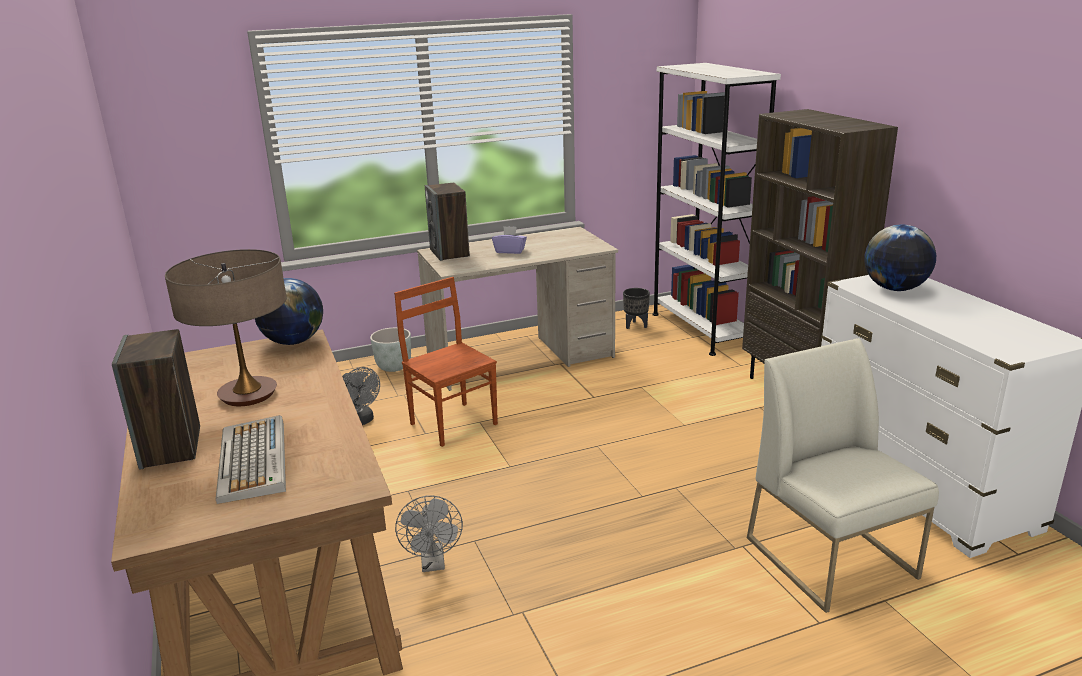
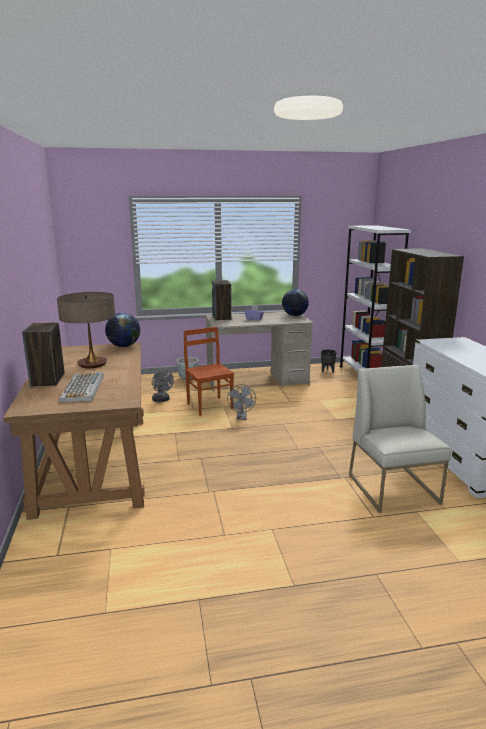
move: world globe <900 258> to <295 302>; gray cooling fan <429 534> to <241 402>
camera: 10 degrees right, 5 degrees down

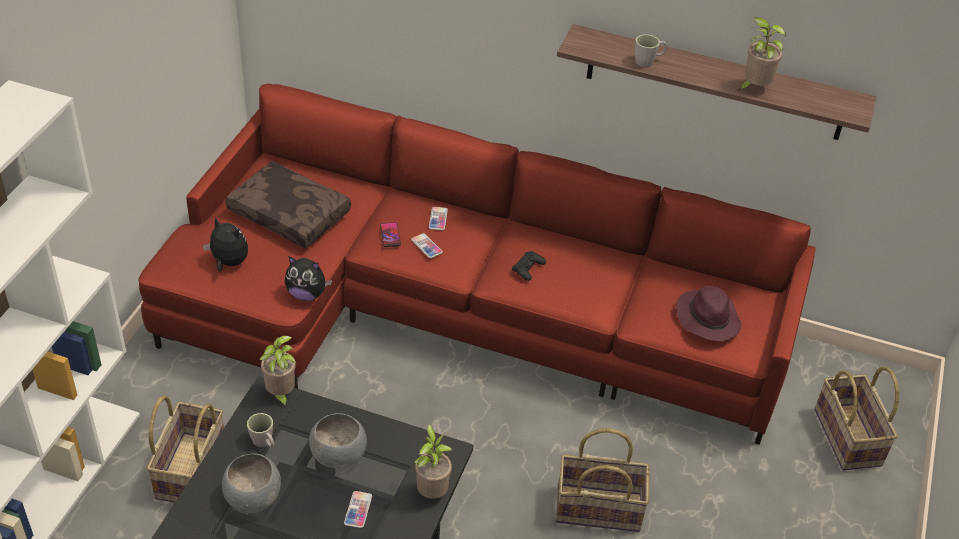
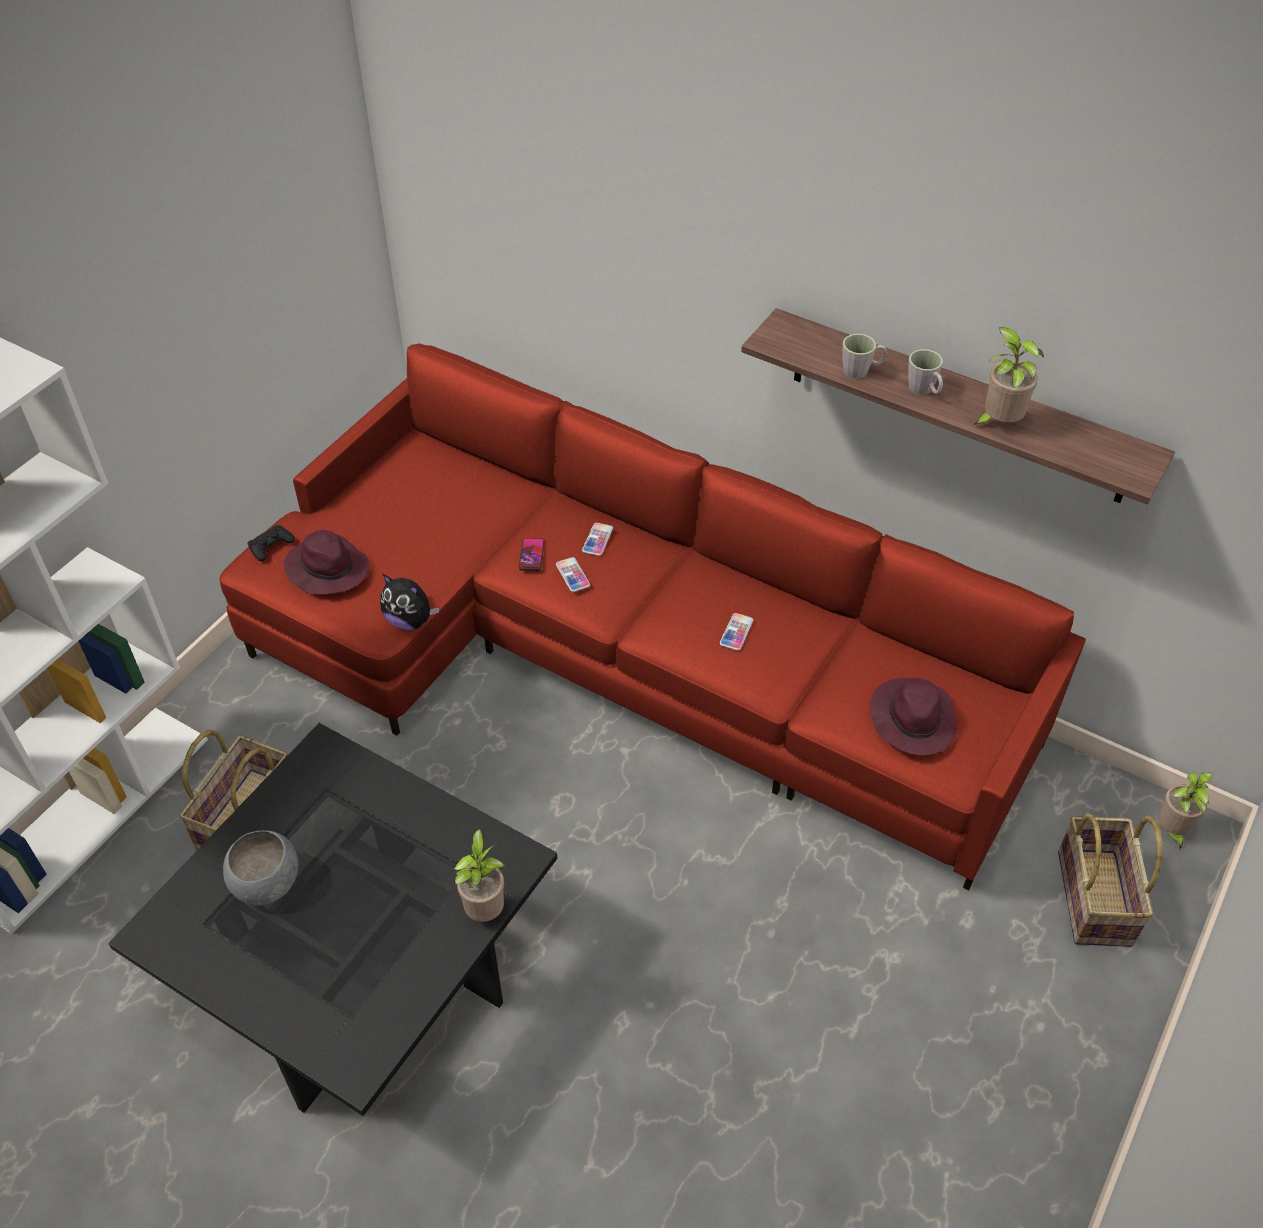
delete: brown-coloured throw pillow <288 204>; gray deep dish <338 440>; household basket <602 480>
move: black joypad <529 266> to <271 543>; plant in a pot <277 372> to <1185 811>; gray mug <260 430> to <925 372>; telephone <358 509> to <736 632>
replace: cuddly toy <225 244> to purple-coloured wearable hat <326 562>
camera: 15 degrees right, 5 degrees up

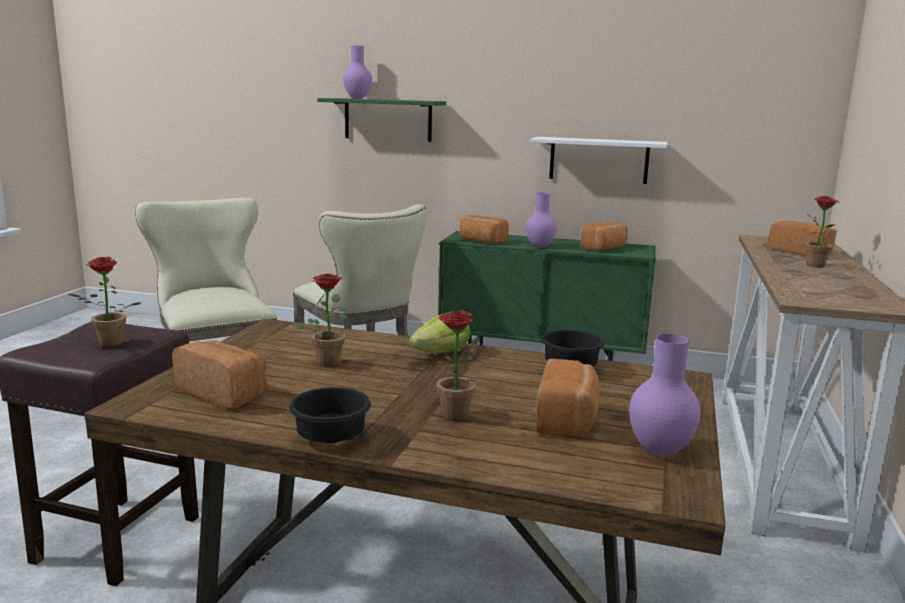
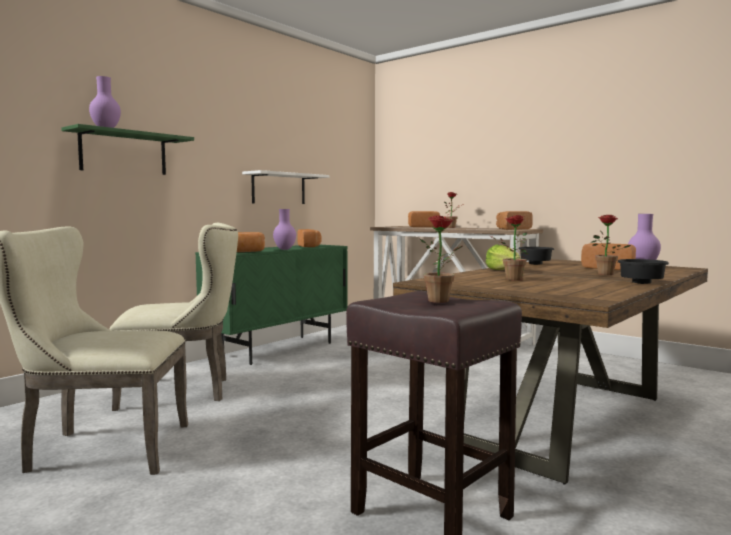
move: baked bread <219 374> to <514 220>
camera: 65 degrees left, 10 degrees down

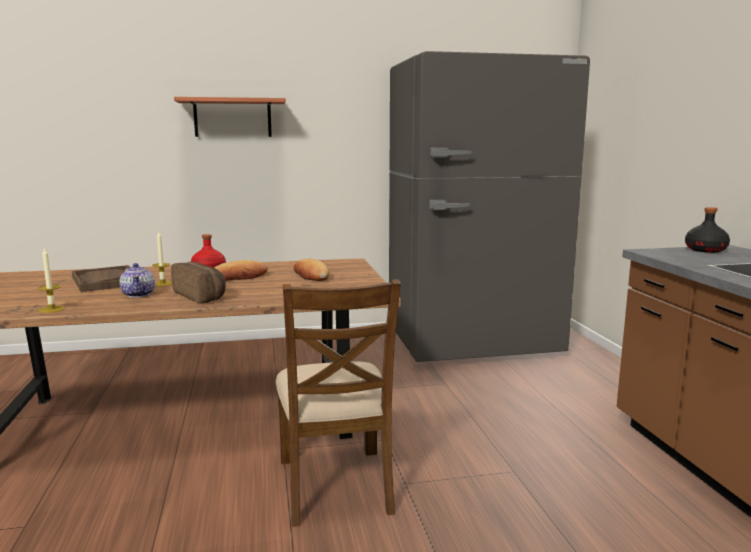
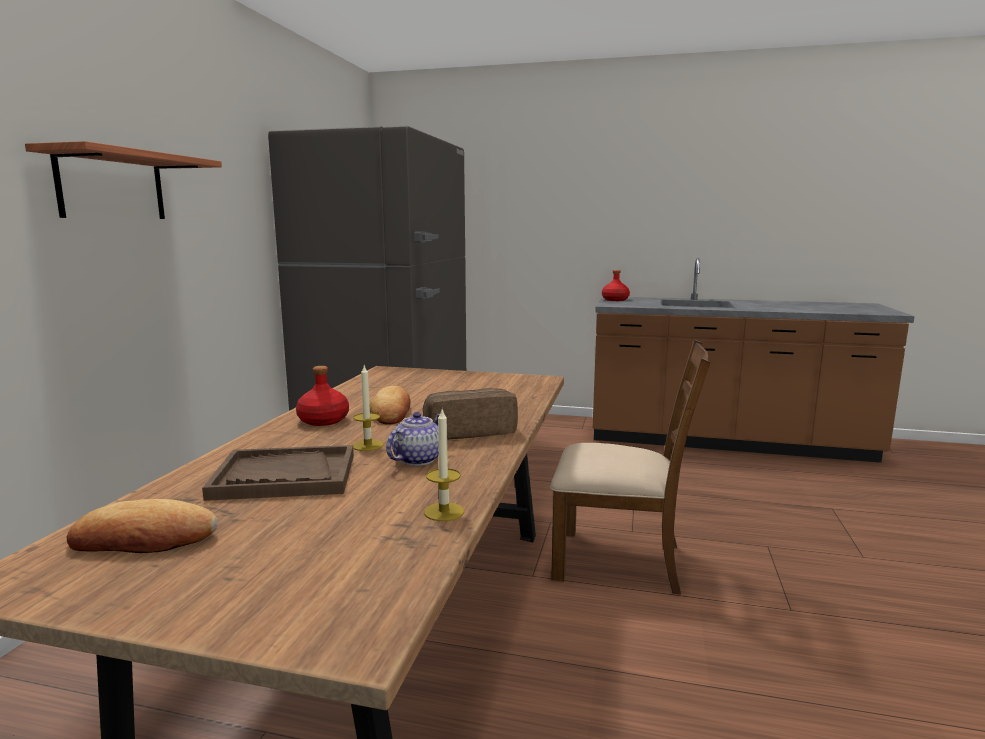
move: baked bread <312 270> to <142 526>
recolor: black beverage bottle <707 230> to reddish beverage bottle <616 285>
rotate: pot for tea <137 280> = <413 439> 60 degrees counterclockwise
camera: 65 degrees left, 0 degrees up

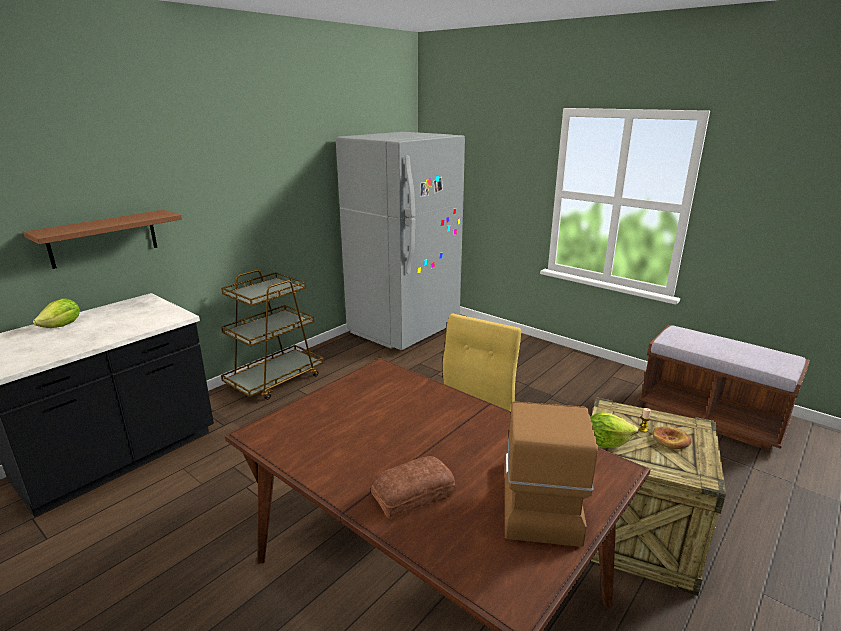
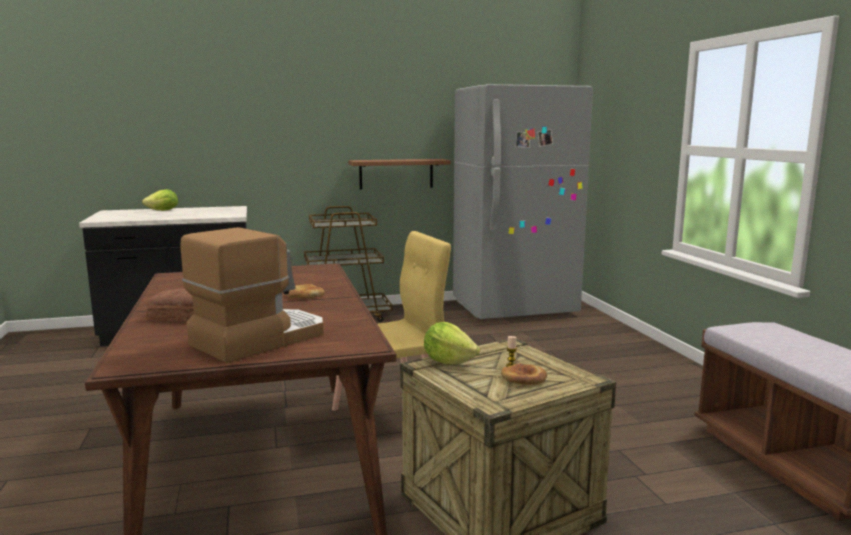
insert: baked bread <305 291>
move: brown-coloured shelf <102 239> to <399 174>
camera: 35 degrees right, 10 degrees down

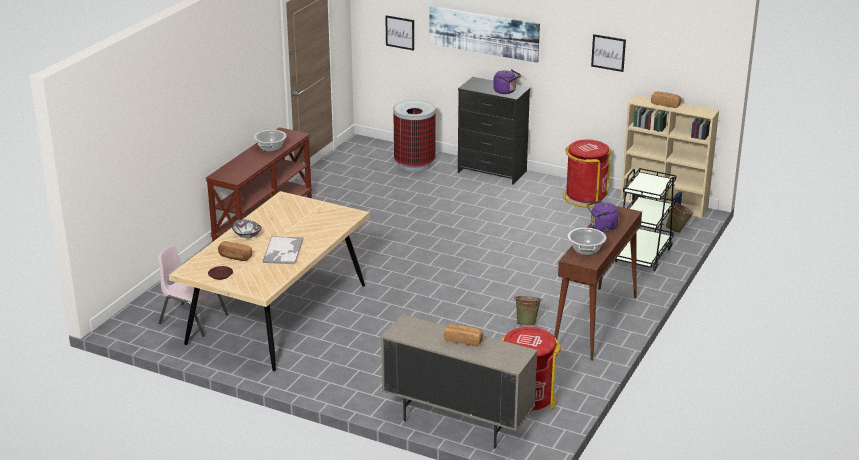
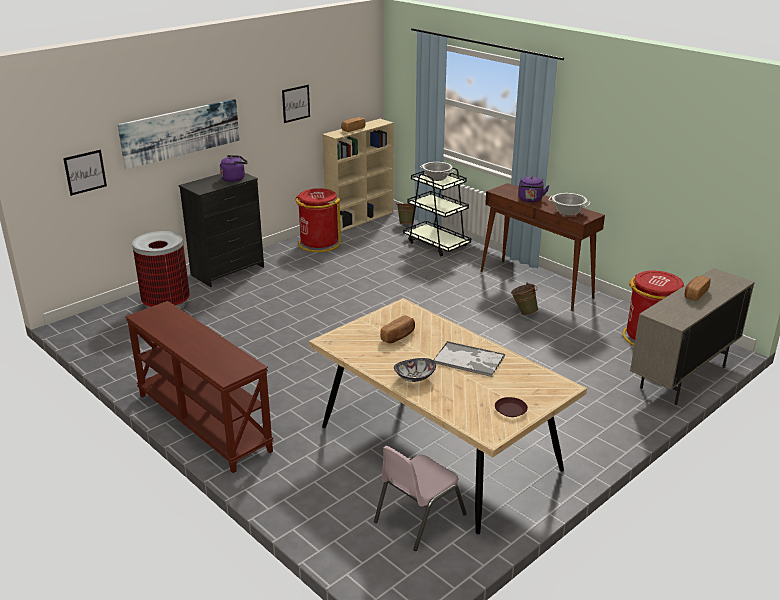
move: cooking pot <270 141> to <437 171>; baked bread <235 251> to <397 329>
camera: 70 degrees left, 0 degrees up

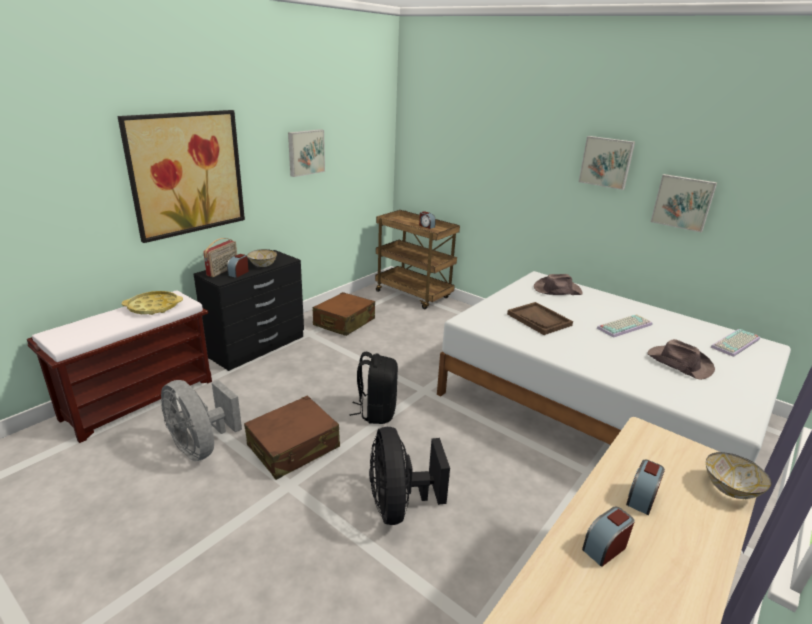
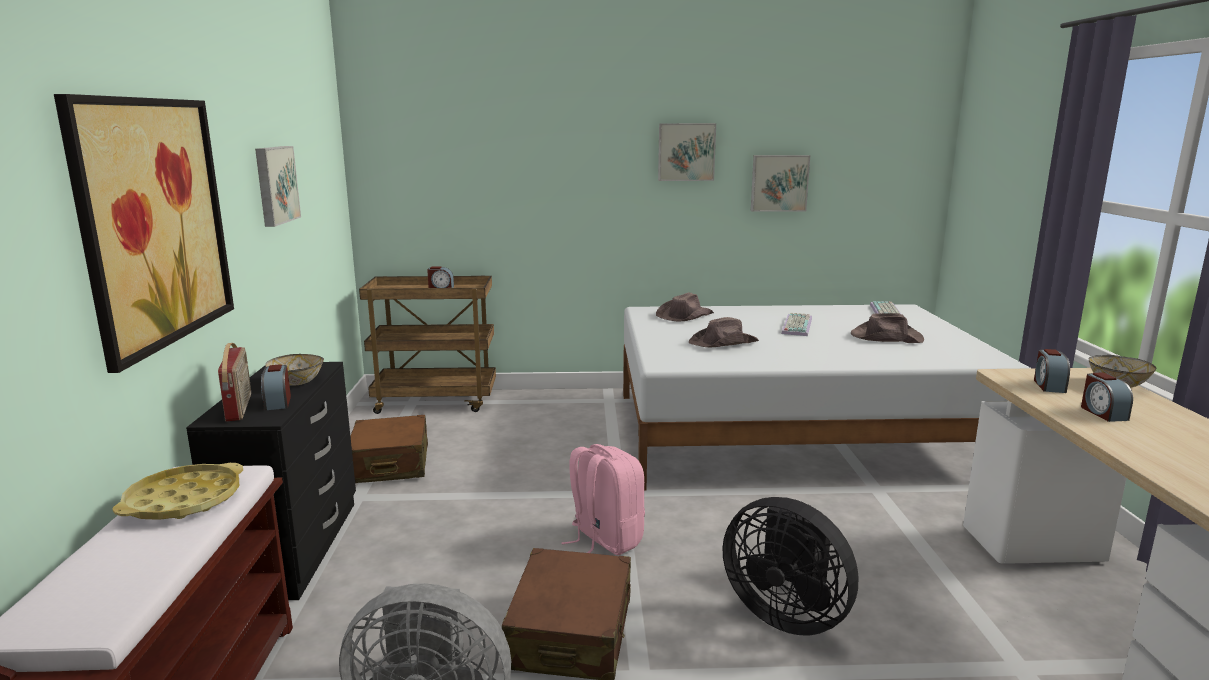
move: table clock <608 537> to <1052 371>
replace: brown-coloured tray <540 318> to brown-coloured wearable hat <724 332>
recolor: black rucksack <373 388> to pink-coloured rucksack <603 499>
camera: 40 degrees left, 10 degrees down

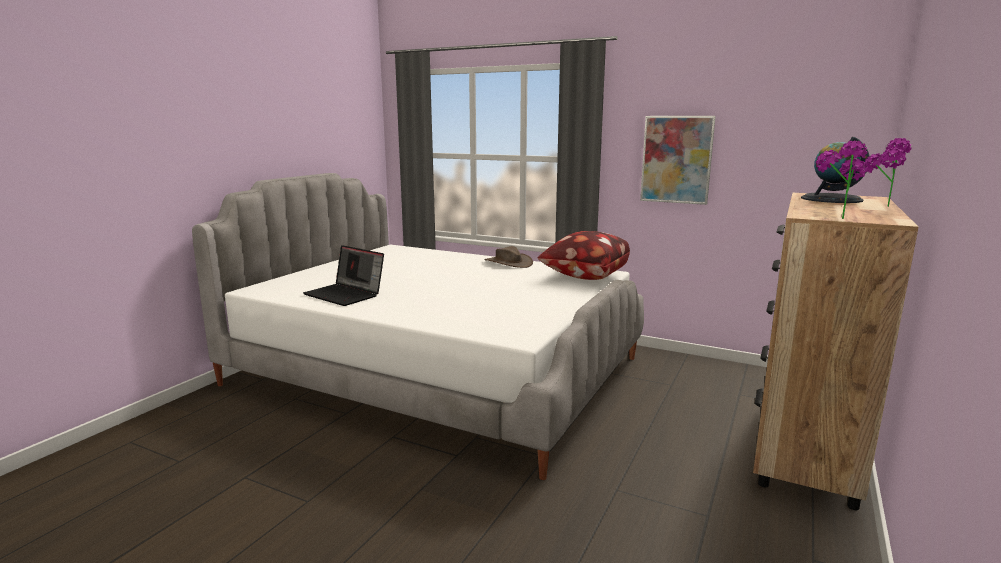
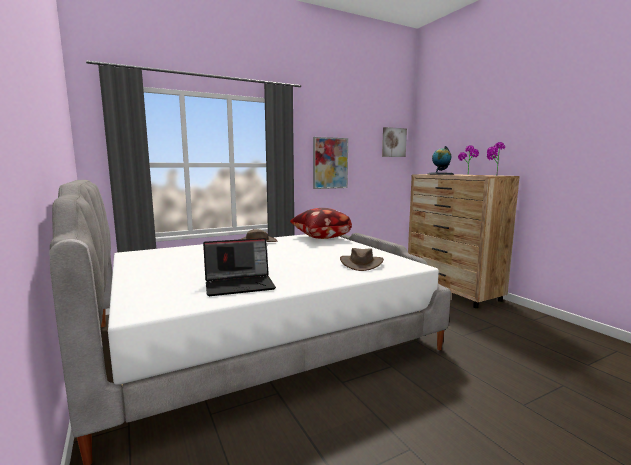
insert: wall art <394 142>; brown-coloured wearable hat <362 259>
camera: 55 degrees left, 5 degrees down

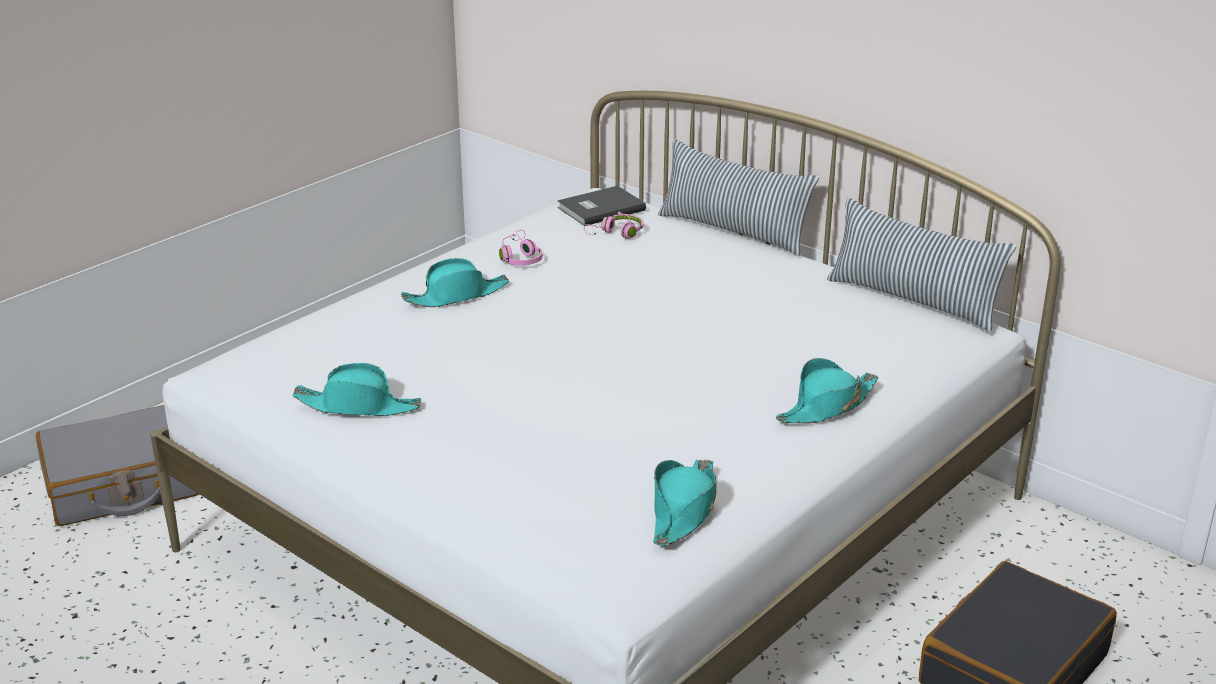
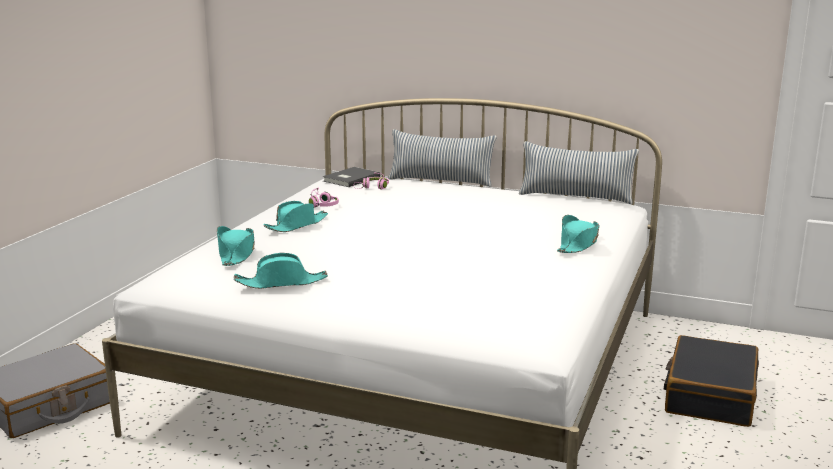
move: turquoise-coloured wearable hat <685 502> to <236 246>
camera: 20 degrees left, 10 degrees down

